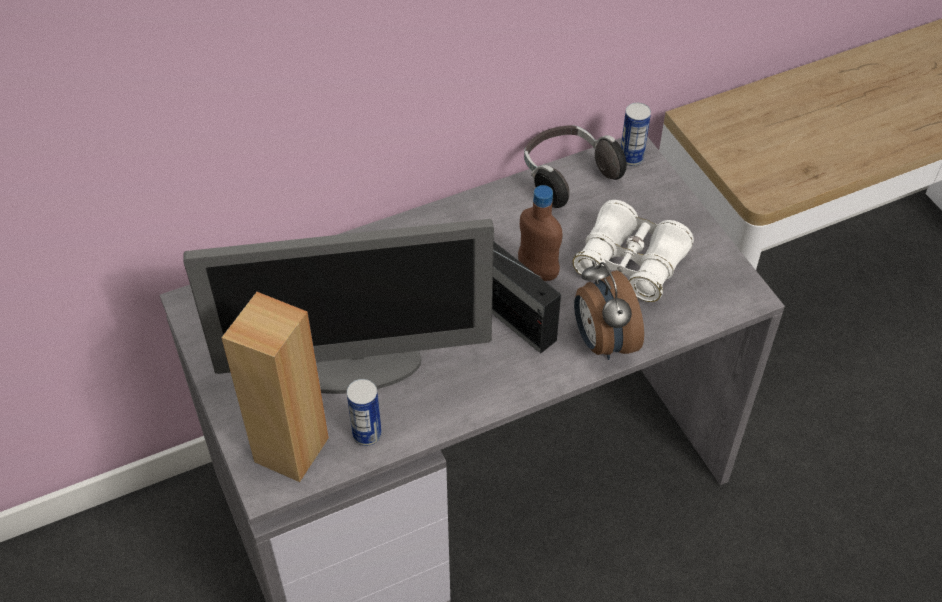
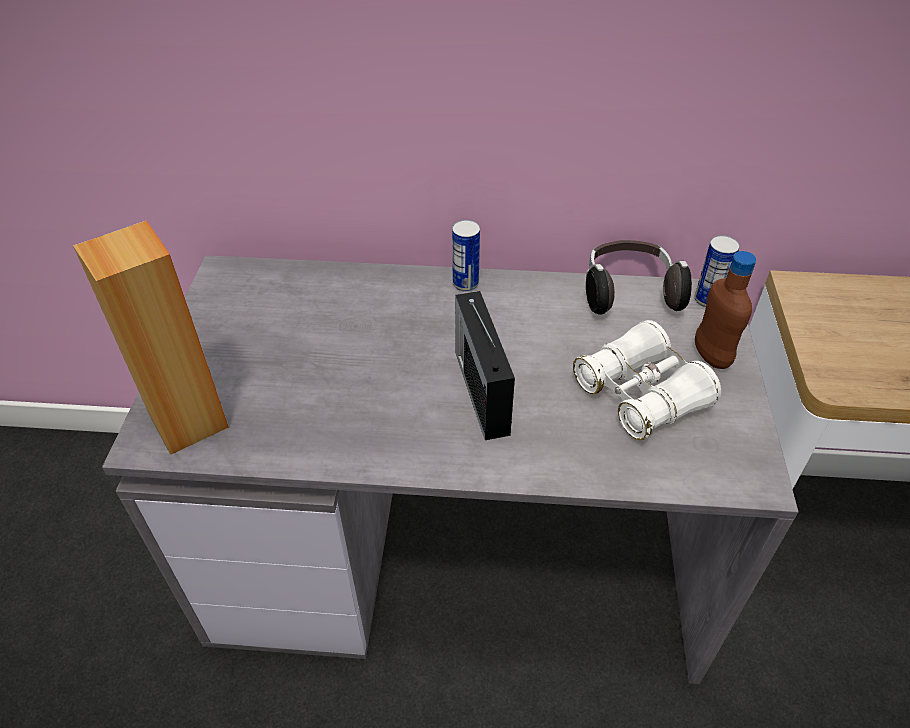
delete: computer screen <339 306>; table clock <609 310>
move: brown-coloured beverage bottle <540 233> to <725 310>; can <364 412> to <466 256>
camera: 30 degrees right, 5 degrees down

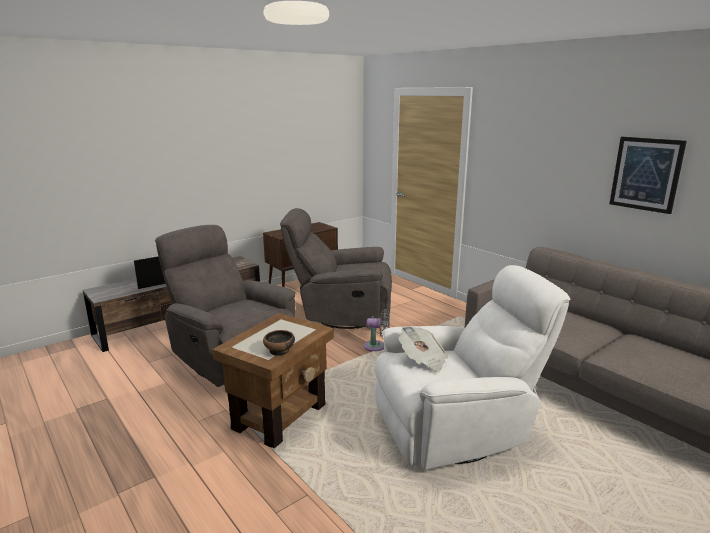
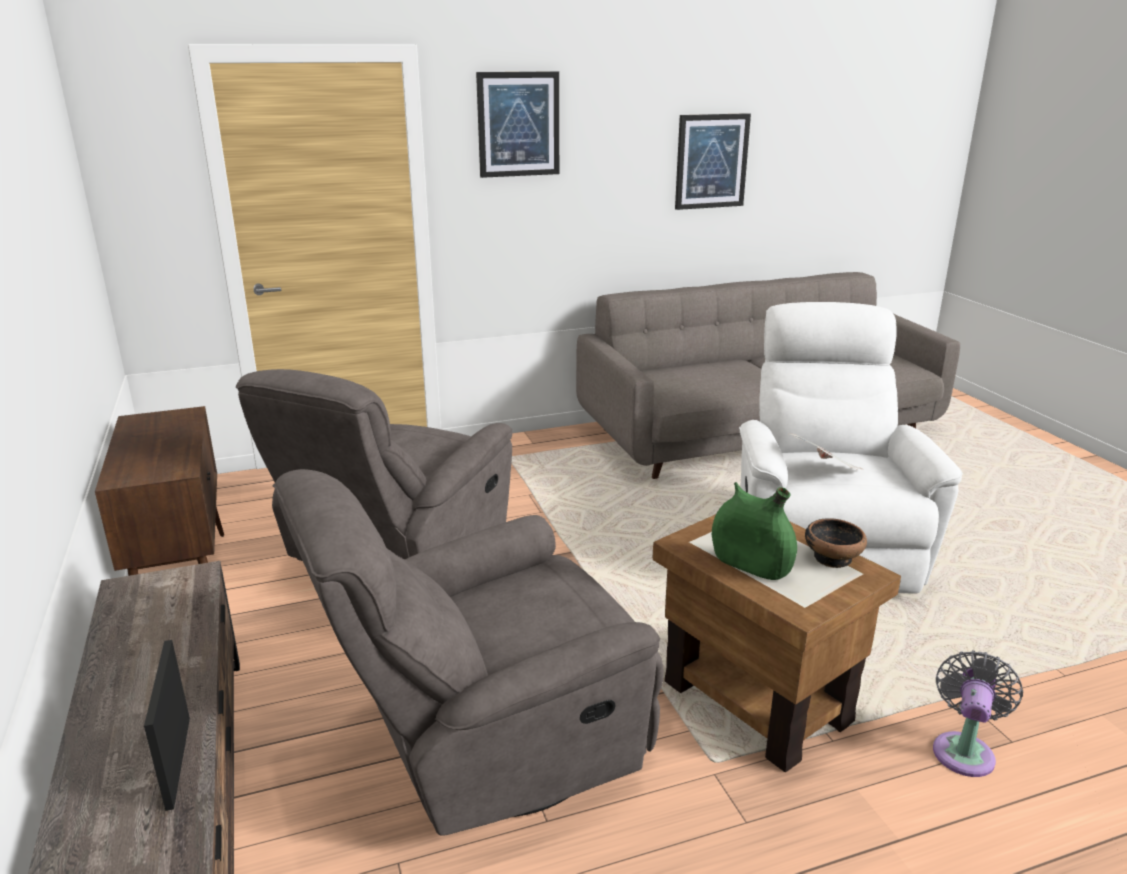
insert: wall art <517 124>; green flower vase <754 531>
move: gray cooling fan <377 330> to <978 713>
camera: 70 degrees left, 5 degrees up

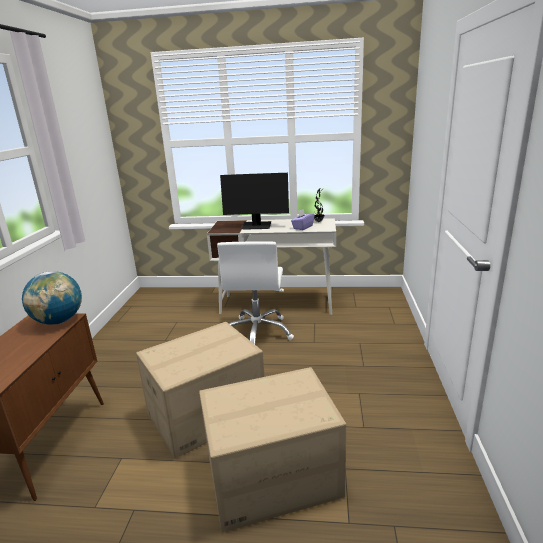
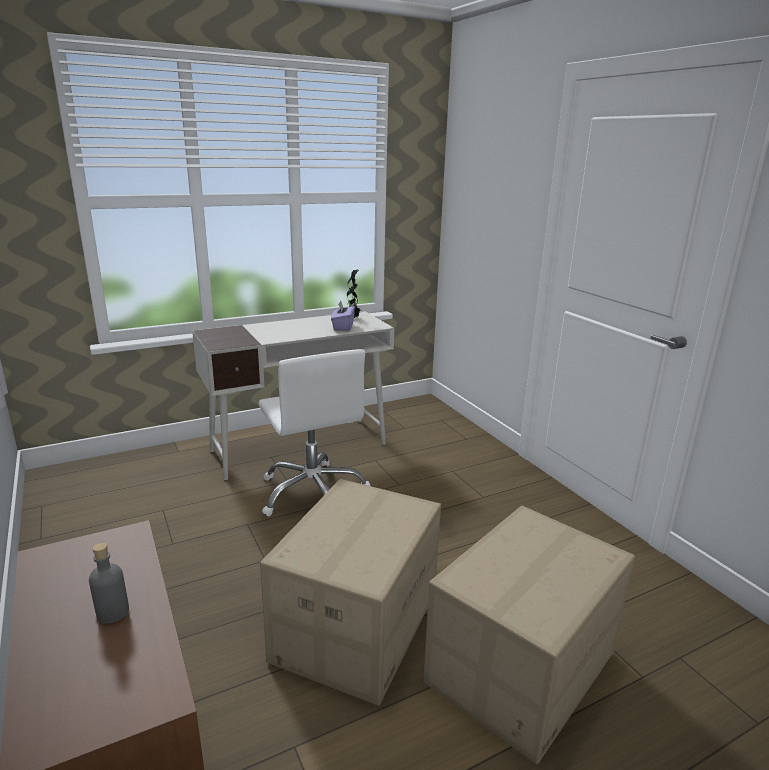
delete: computer screen <254 201>; world globe <52 298>
insert: gray beverage bottle <109 583>
camera: 35 degrees left, 0 degrees up

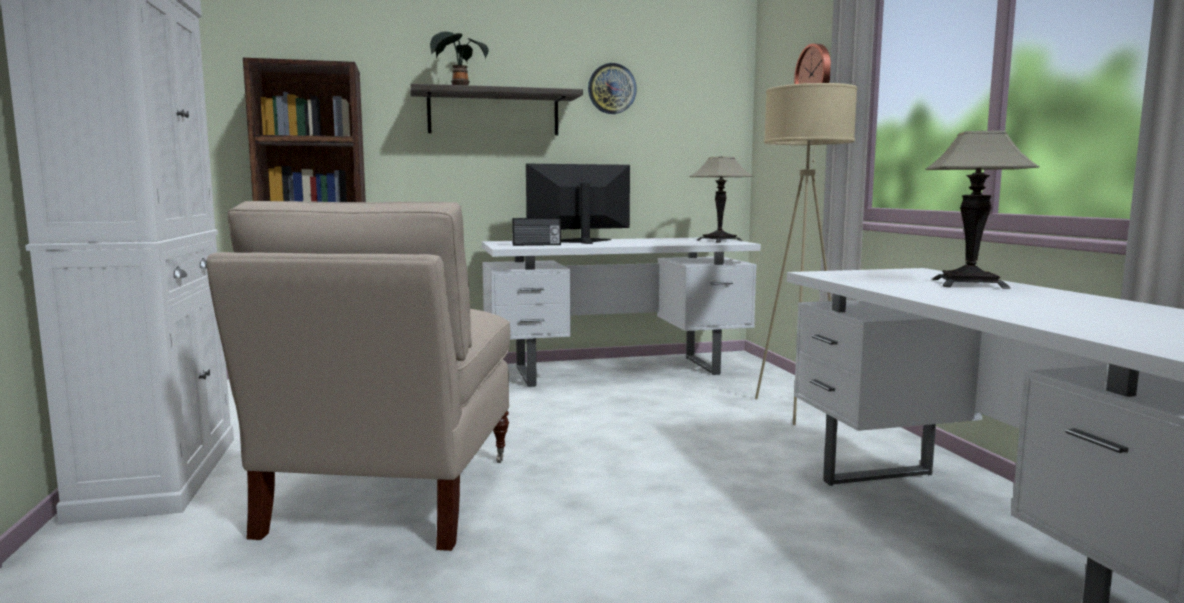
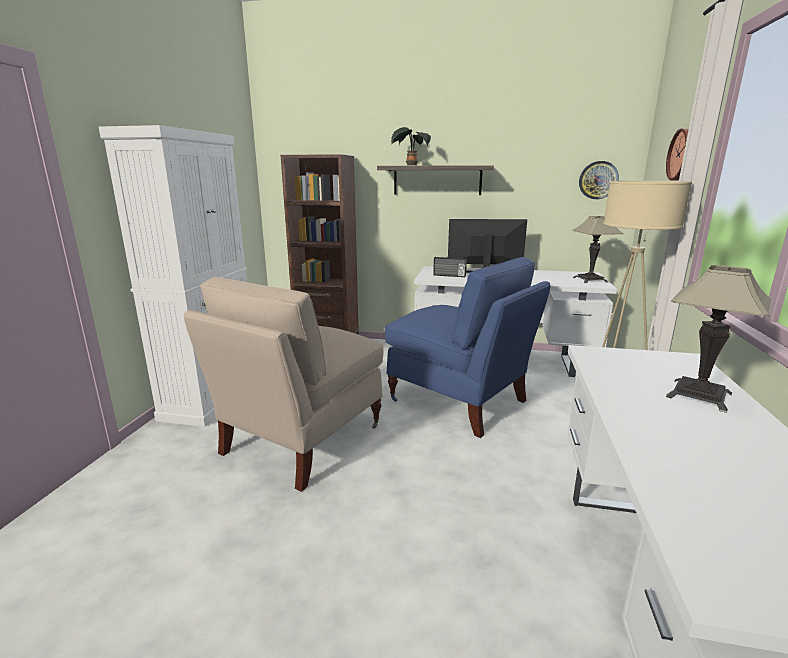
insert: blue chair <467 347>
move: clock on the wall <612 88> to <599 180>
camera: 25 degrees right, 10 degrees up

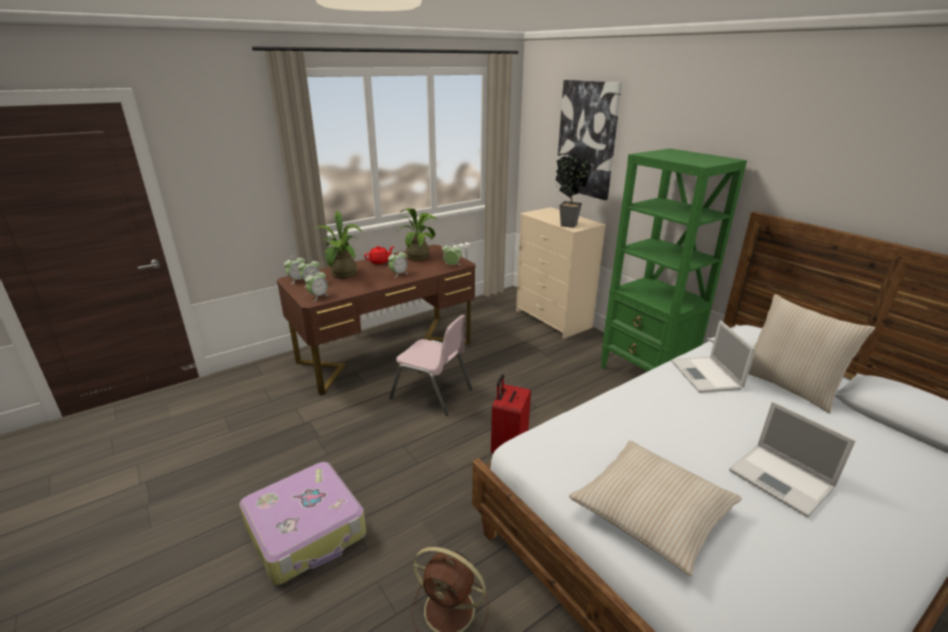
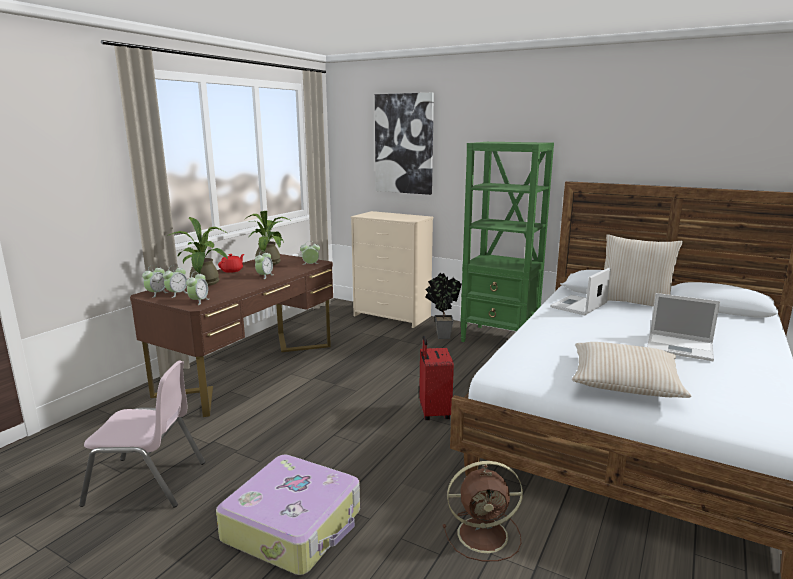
move: plant in a pot <573 190> to <444 306>; pink-coloured chair <431 365> to <142 434>
rotate: notebook computer <713 356> = <580 291> 75 degrees clockwise
camera: 25 degrees left, 10 degrees down

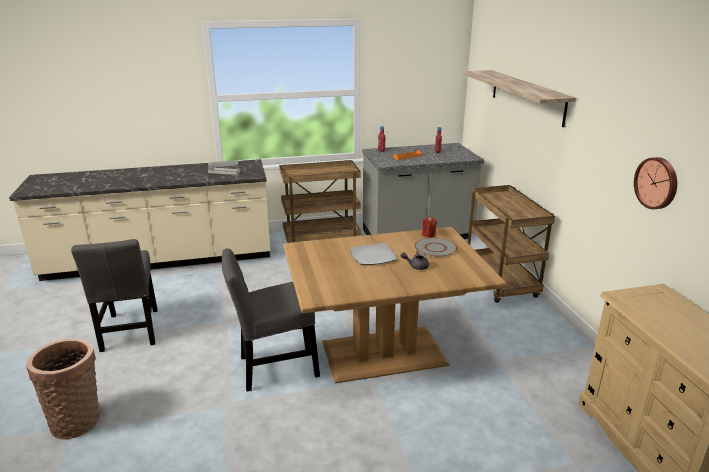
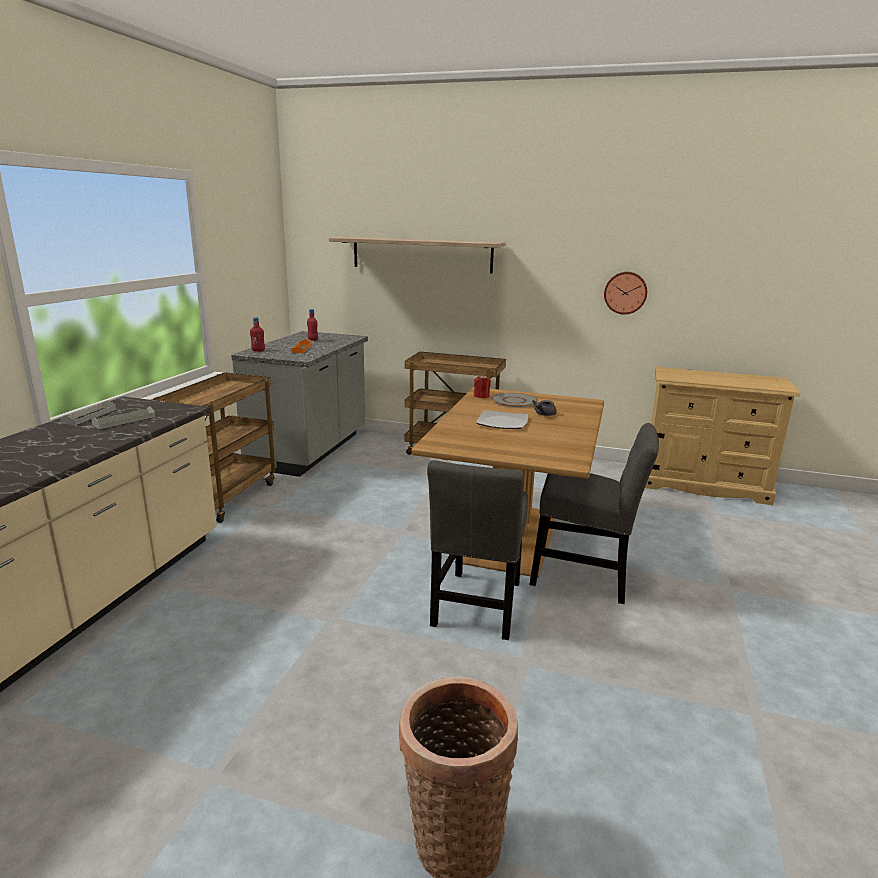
move: gray chair <114 295> to <594 513>
camera: 60 degrees left, 5 degrees down

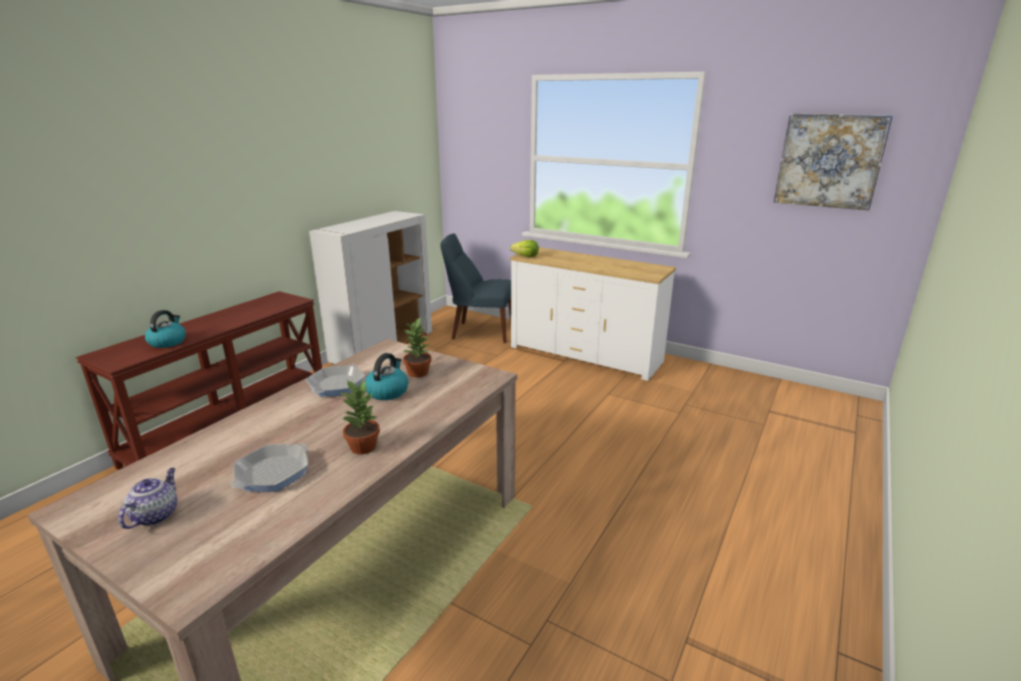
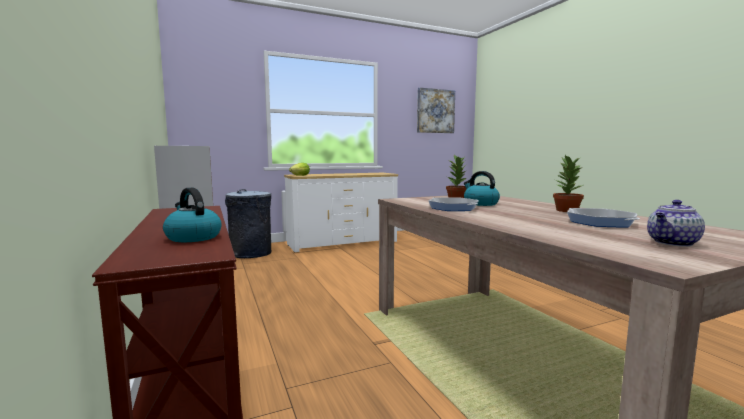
replace: blue chair <475 288> to gray trash can <248 223>
rotate: pot for tea <147 498> = <676 223> 75 degrees counterclockwise
camera: 55 degrees left, 15 degrees down

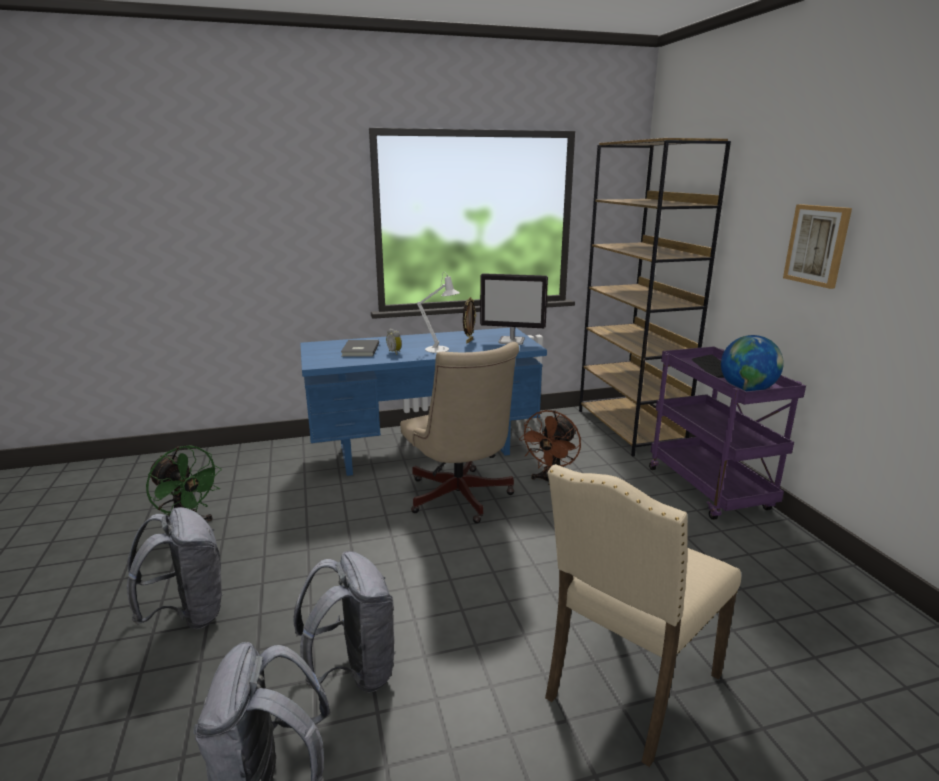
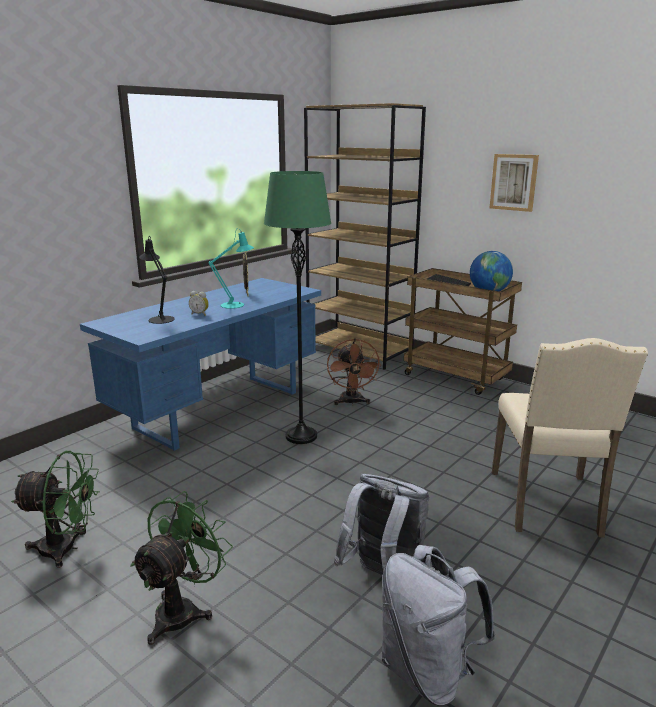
delete: computer screen <514 309>
replace: gray volume <360 348> to black table lamp <157 280>; beige-coloured desk chair <459 432> to green standing lamp <297 307>; gray rucksack <175 568> to green cooling fan <181 568>
recolor: whitish table lamp <438 312> to turquoise-coloured table lamp <231 268>; purple-coloured wheeled cart <727 433> to brown-coloured wheeled cart <463 331>
camera: 35 degrees left, 0 degrees up

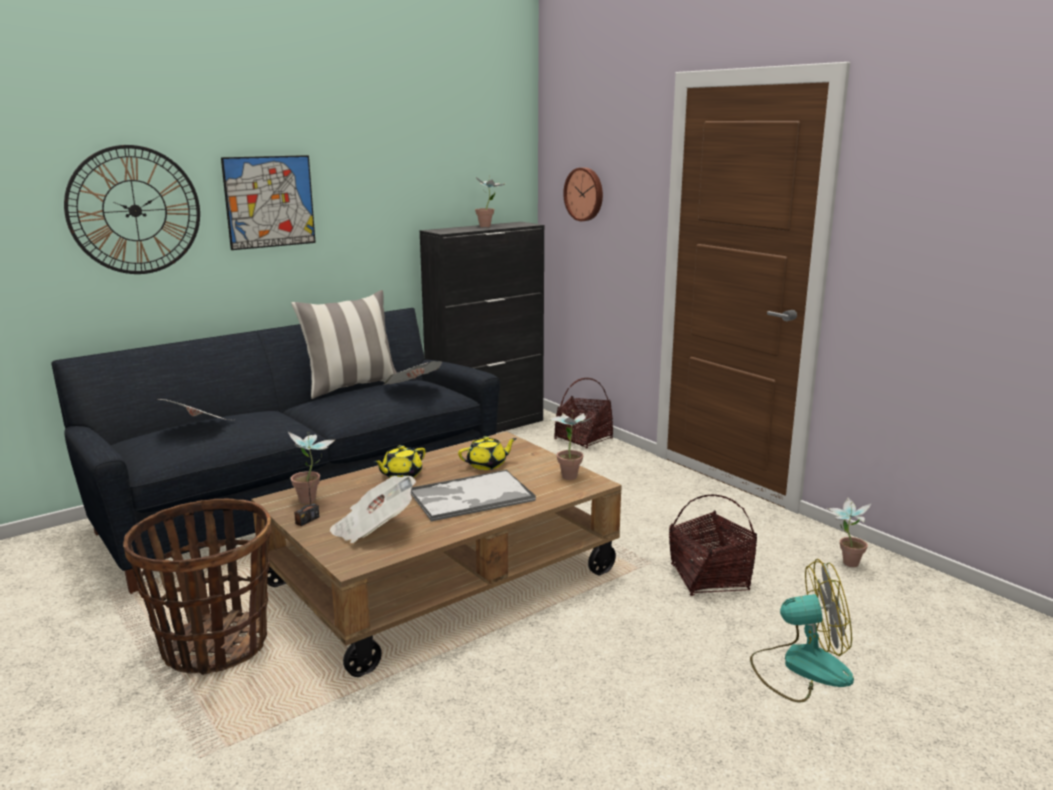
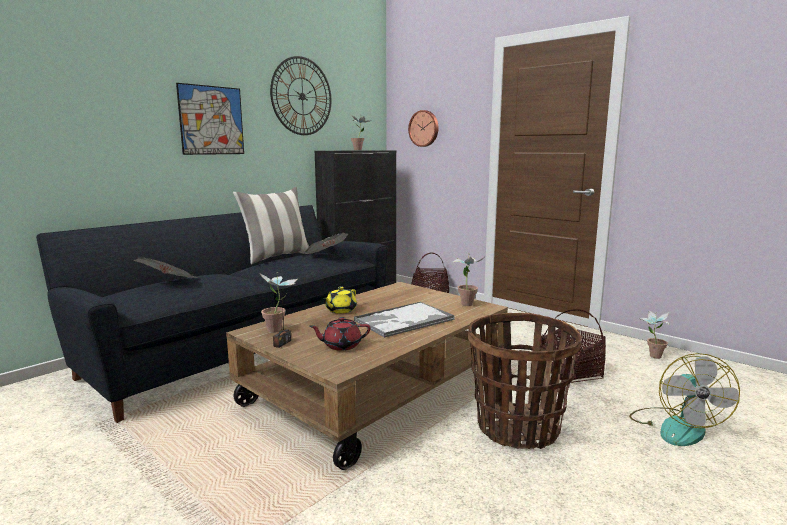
delete: yellowish pot for tea <487 453>
move: clock on the wall <132 209> to <301 95>; household basket <197 587> to <525 381>
replace: printed paper <373 509> to reddish pot for tea <340 334>
rotate: cooling fan <802 631> = <684 399> 105 degrees clockwise
camera: 10 degrees left, 5 degrees down

